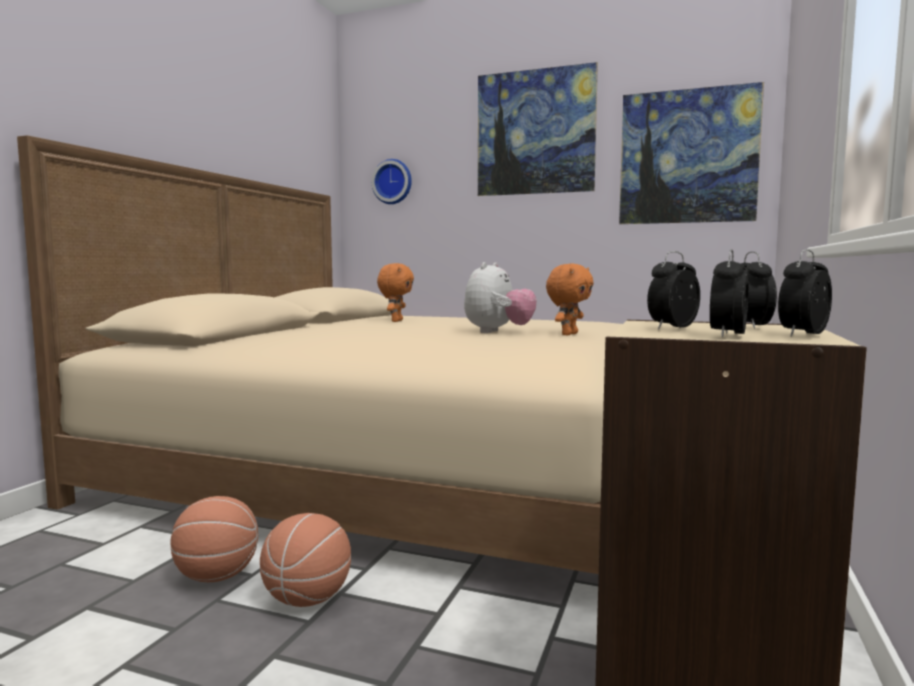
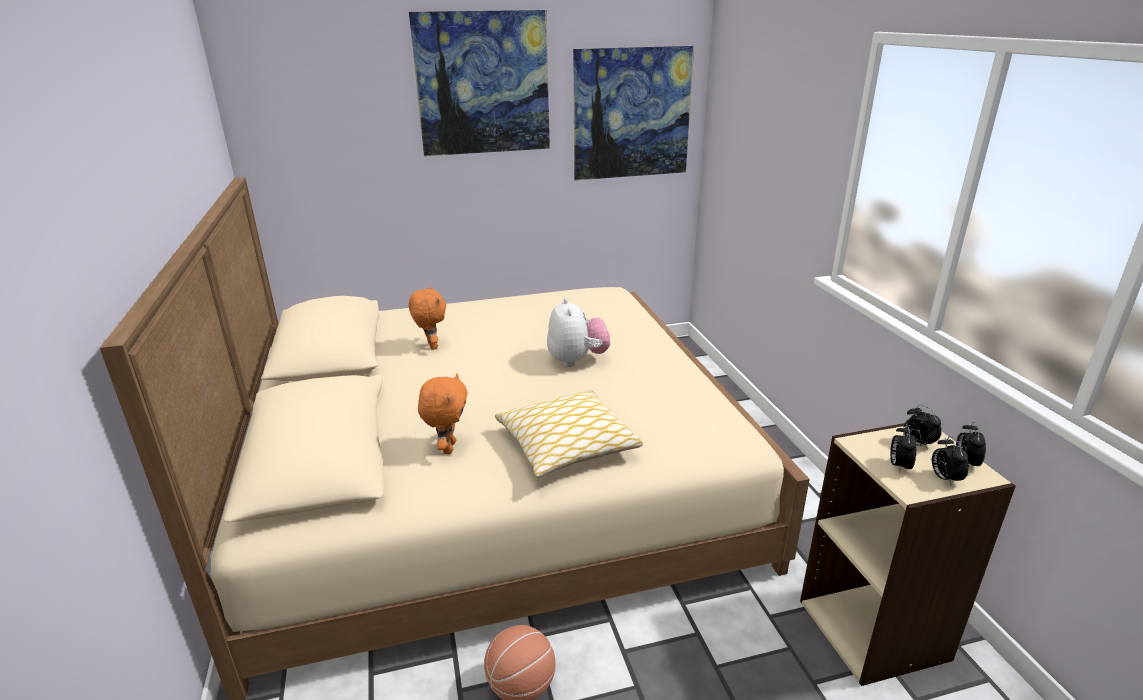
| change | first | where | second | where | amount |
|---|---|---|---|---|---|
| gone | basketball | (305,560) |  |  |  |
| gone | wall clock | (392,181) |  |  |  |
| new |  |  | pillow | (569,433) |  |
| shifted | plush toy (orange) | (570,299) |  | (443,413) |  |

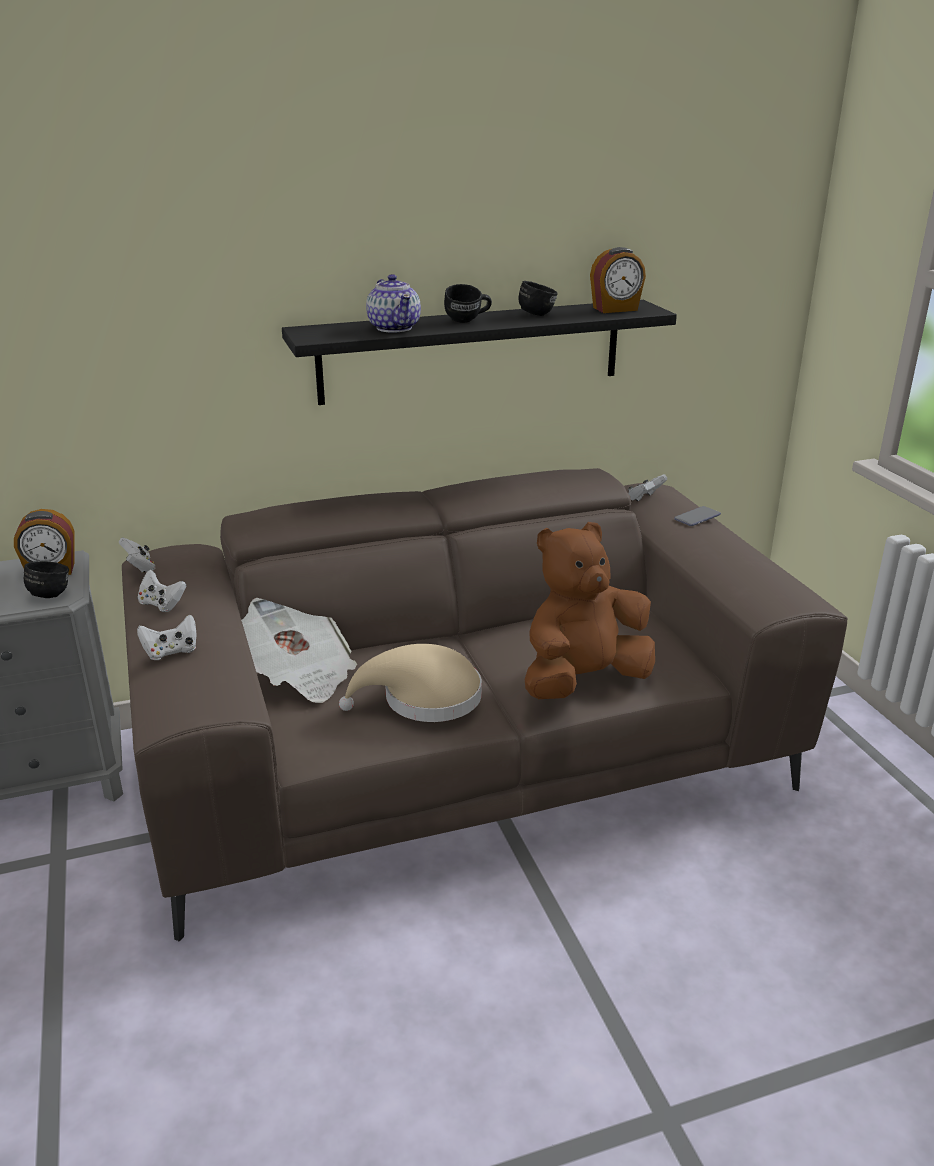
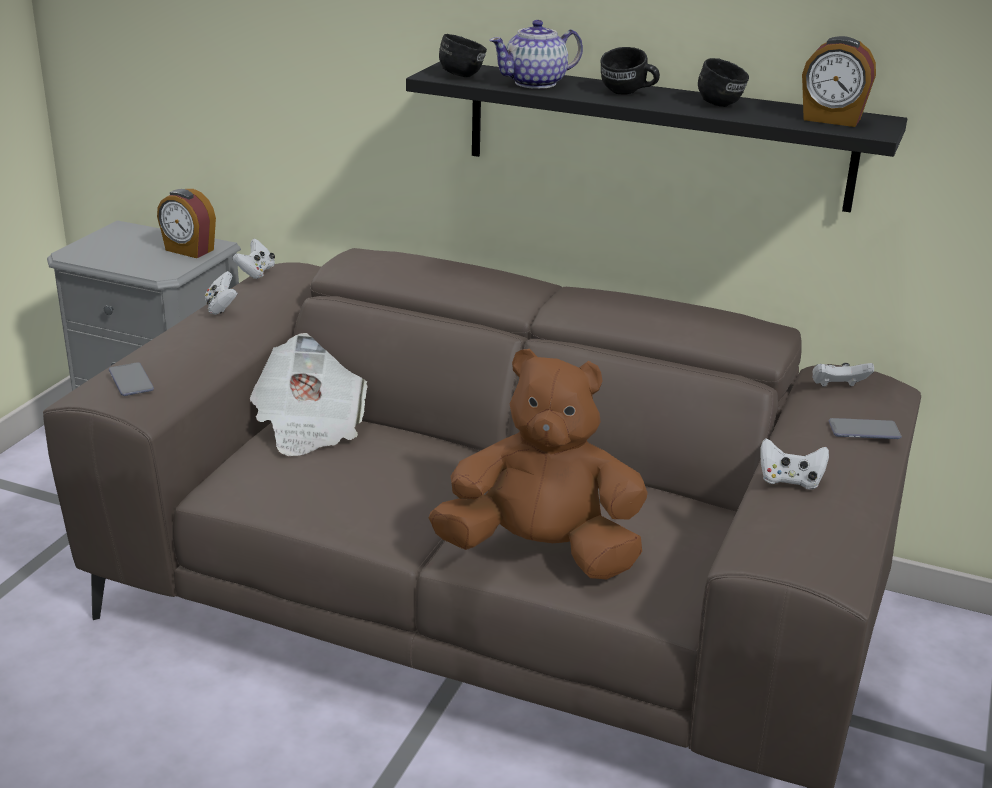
| change | first | where | second | where | amount |
|---|---|---|---|---|---|
| gone | hat (beige) | (410,683) |  |  |  |
| new |  |  | phone | (131,379) |  |
| shifted | mug (black) | (46,579) |  | (463,55) |  |
| shifted | game controller (white) | (167,637) |  | (795,464) |  |
| rotated | teapot | (393,303) |  | (536,54) | 45 degrees clockwise |

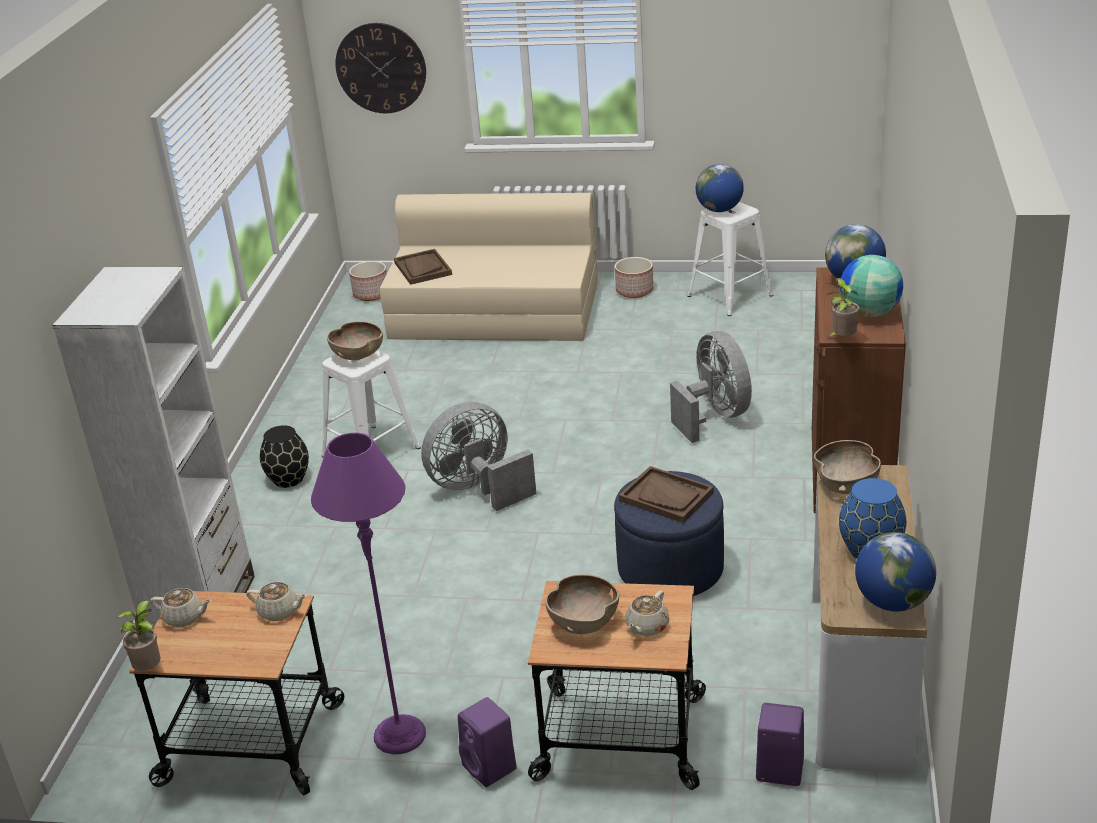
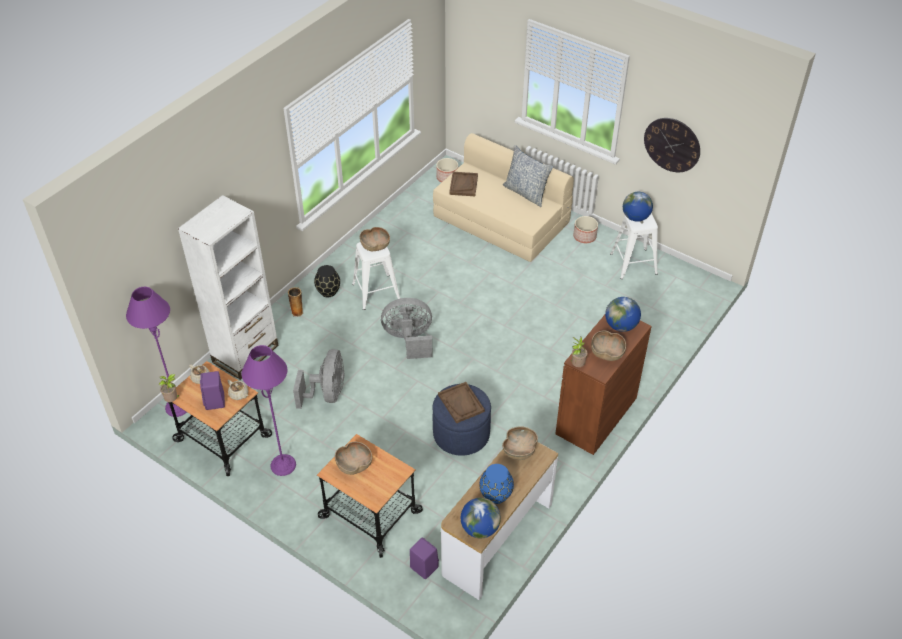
| change | first | where | second | where | amount |
|---|---|---|---|---|---|
| gone | teapot (beige) | (647,613) |  |  |  |
| new |  |  | floor lamp (purple) | (156,352) |  |
| new |  |  | vase | (295,302) |  |
| new |  |  | pillow | (528,176) |  |
| shifted | wall clock | (380,68) |  | (672,145) |  |
| shifted | speaker (purple) | (487,742) |  | (212,390) |  |
| shifted | fan (grey) | (711,387) |  | (318,379) |  |
| swapped | globe | (871,286) | bowl (brown) | (608,345) |  |

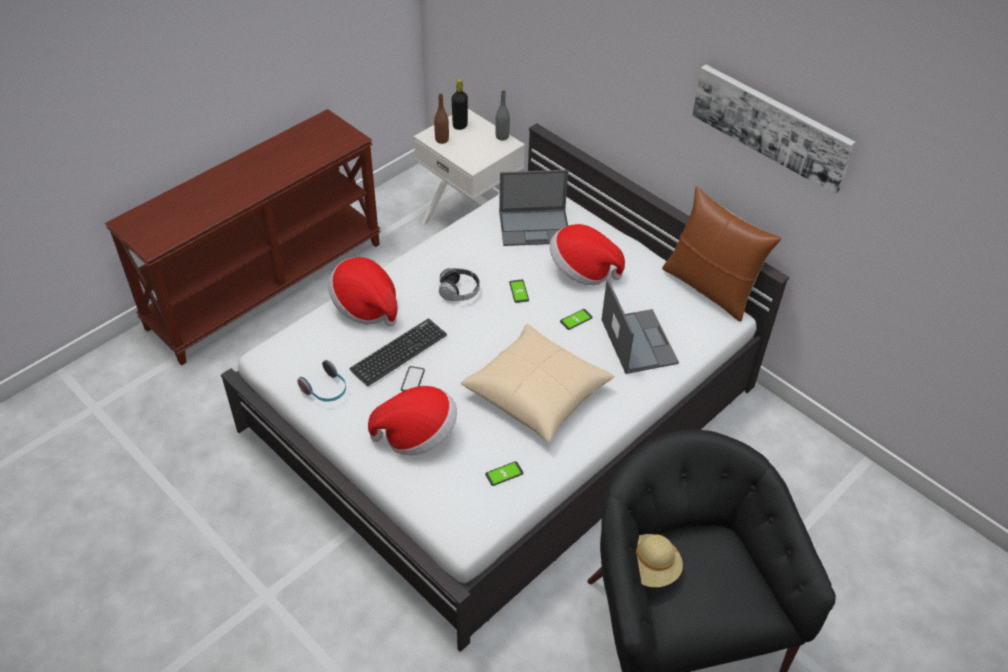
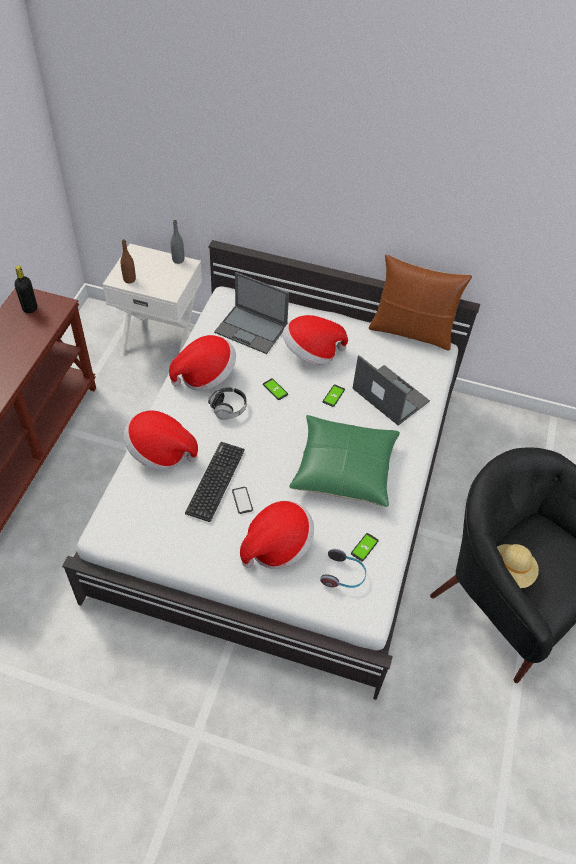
| change | first | where | second | where | amount |
|---|---|---|---|---|---|
| gone | picture | (773,129) |  |  |  |
| new |  |  | hat | (202,363) |  |
| shifted | headphones | (321,381) |  | (343,568) |  |
| shifted | bottle (black) | (460,104) |  | (25,289) |  |
| repainted | pillow (beige) | (538,383) | pillow (green) | (344,461) |  |
| rotated | laptop | (533,208) |  | (251,313) | 60 degrees clockwise |

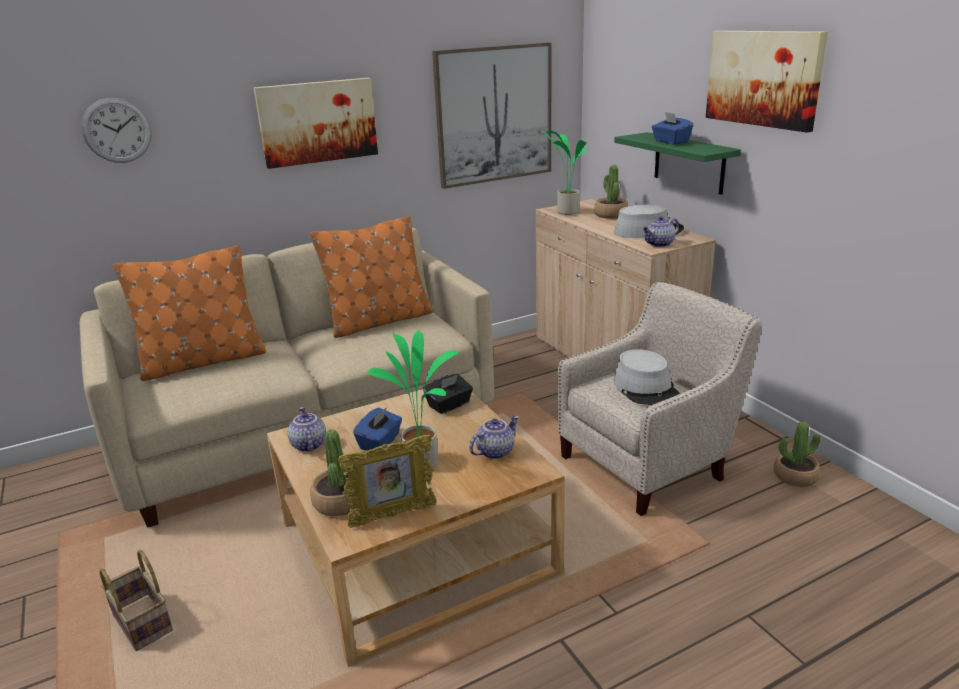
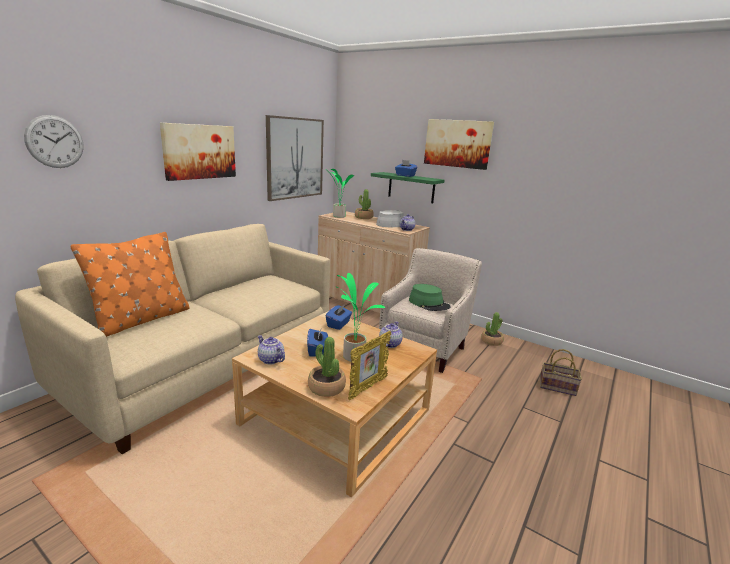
| change | first | where | second | where | amount |
|---|---|---|---|---|---|
| gone | pillow (orange) | (371,277) |  |  |  |
| shifted | basket | (136,600) |  | (561,372) |  |
| repainted | tissue box (black) | (448,394) | tissue box (blue) | (339,317) |  |
| repainted | hat (grey) | (646,377) | hat (green) | (430,297) |  |

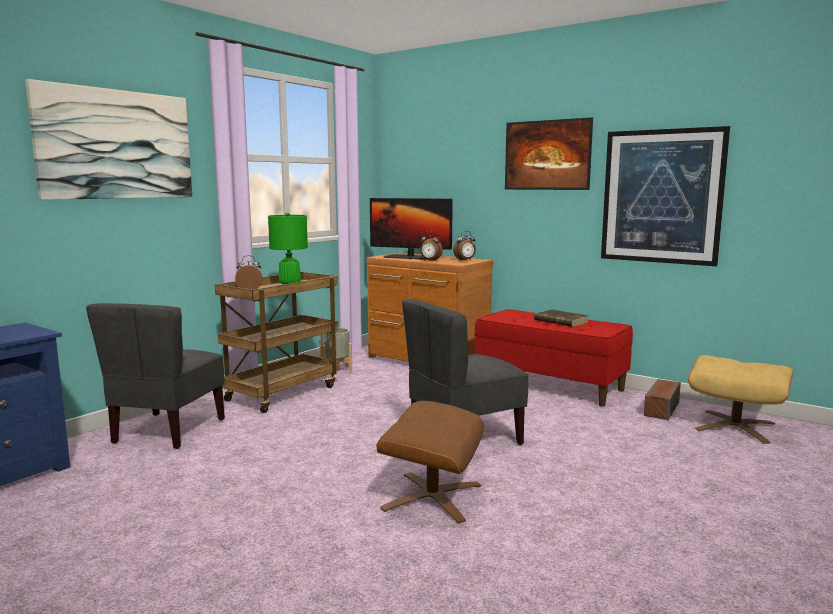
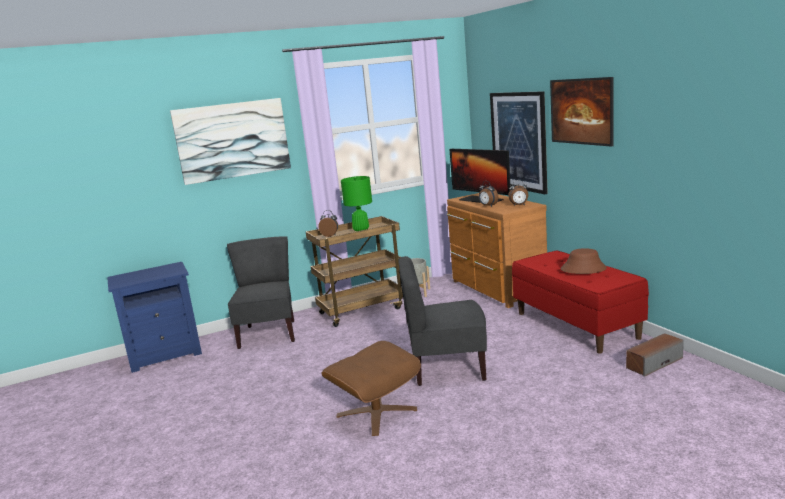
| change | first | where | second | where | amount |
|---|---|---|---|---|---|
| gone | ottoman (beige) | (741,399) |  |  |  |
| shifted | picture | (665,196) |  | (519,142) |  |
| swapped | book (brown) | (561,318) | hat (brown) | (584,261) |  |
| rotated | chair (grey) | (155,376) |  | (261,292) | 135 degrees clockwise |

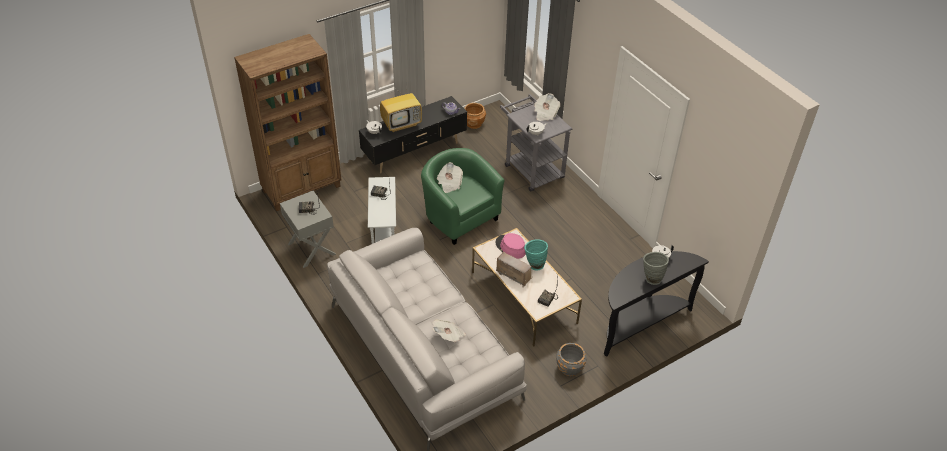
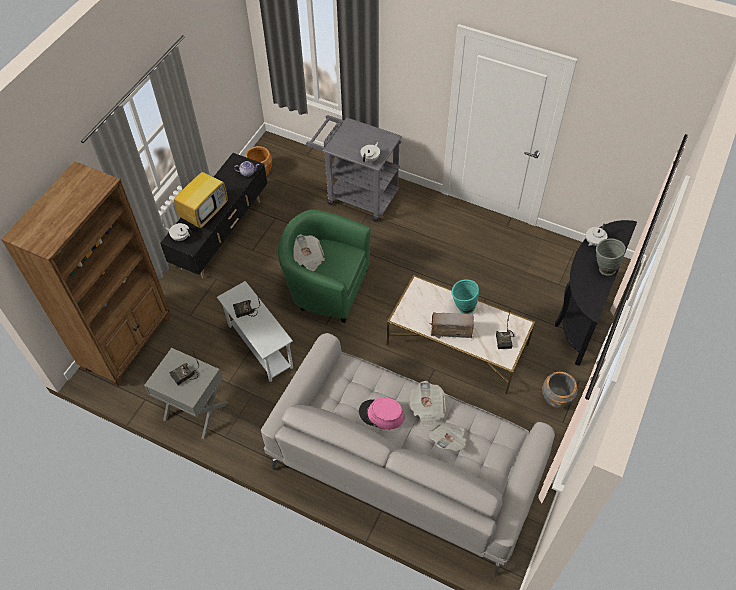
| change | first | where | second | where | amount |
|---|---|---|---|---|---|
| shifted | hat (pink) | (511,246) |  | (382,413) |  |
| shifted | newspaper | (547,107) |  | (427,404) |  |

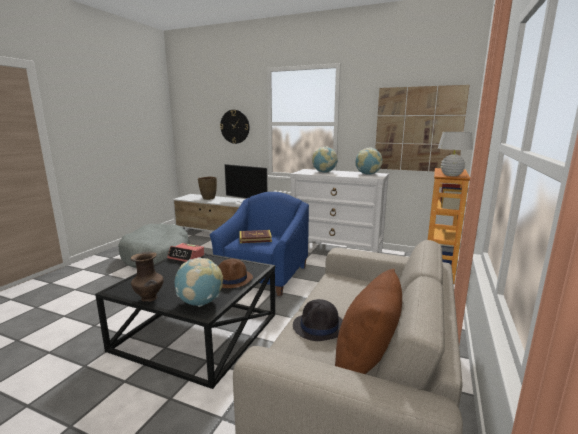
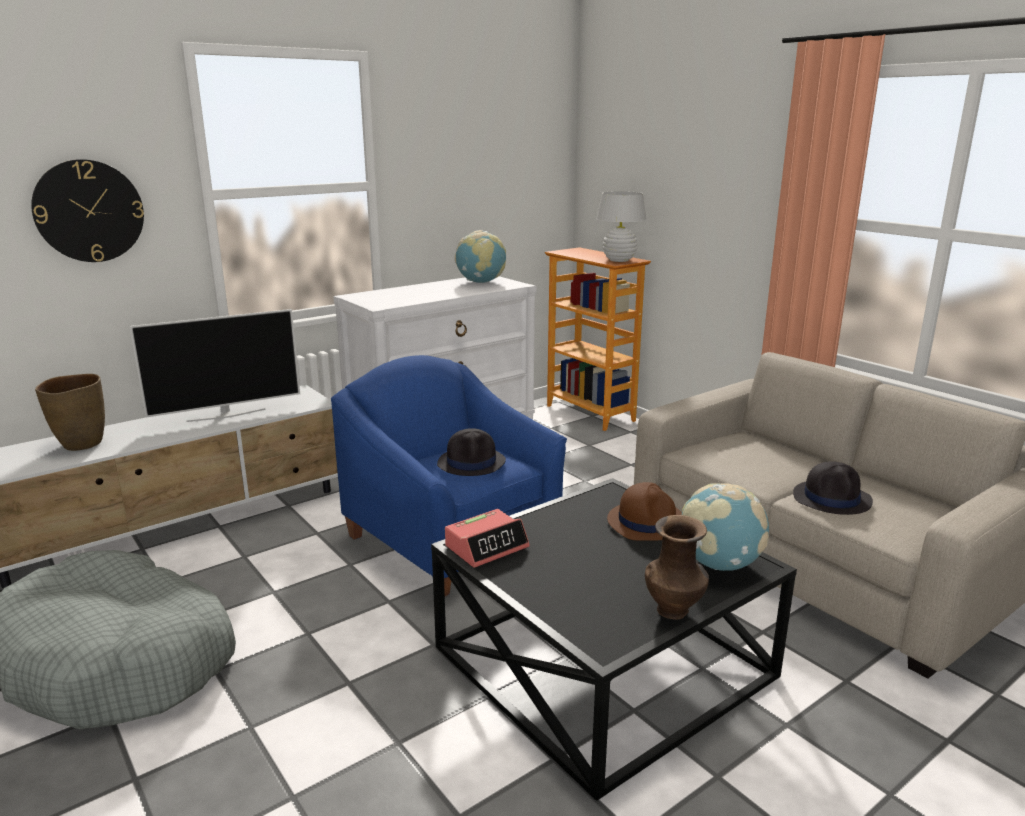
| change | first | where | second | where | amount |
|---|---|---|---|---|---|
| gone | globe | (325,160) |  |  |  |
| gone | pillow (brown) | (368,321) |  |  |  |
| gone | picture | (422,128) |  |  |  |
| swapped | book | (255,236) | hat (black) | (471,452) |  |

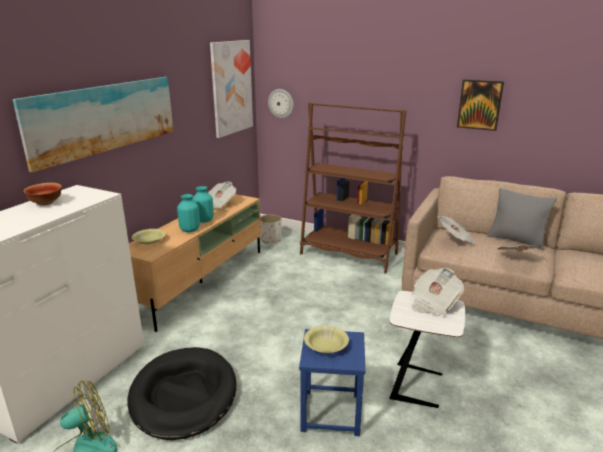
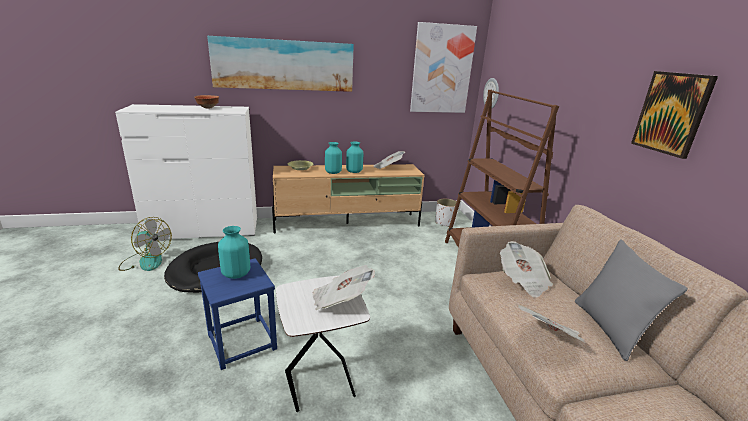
| change | first | where | second | where | amount |
|---|---|---|---|---|---|
| swapped | bowl (yellow) | (326,340) | vase (turquoise) | (234,252) |  |

